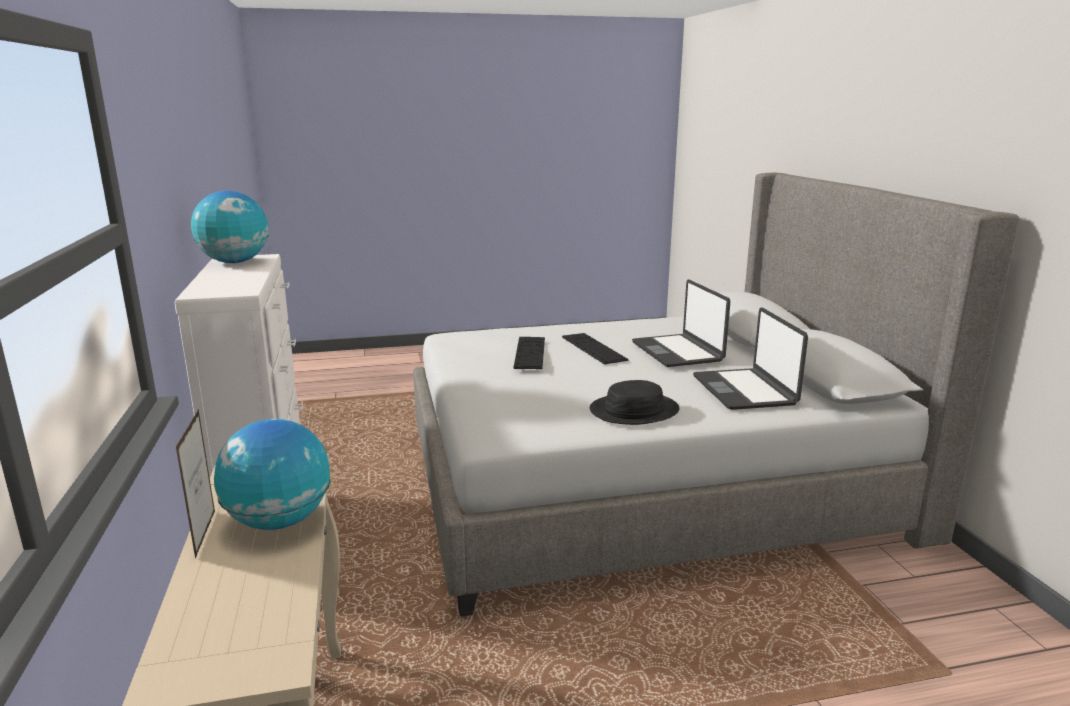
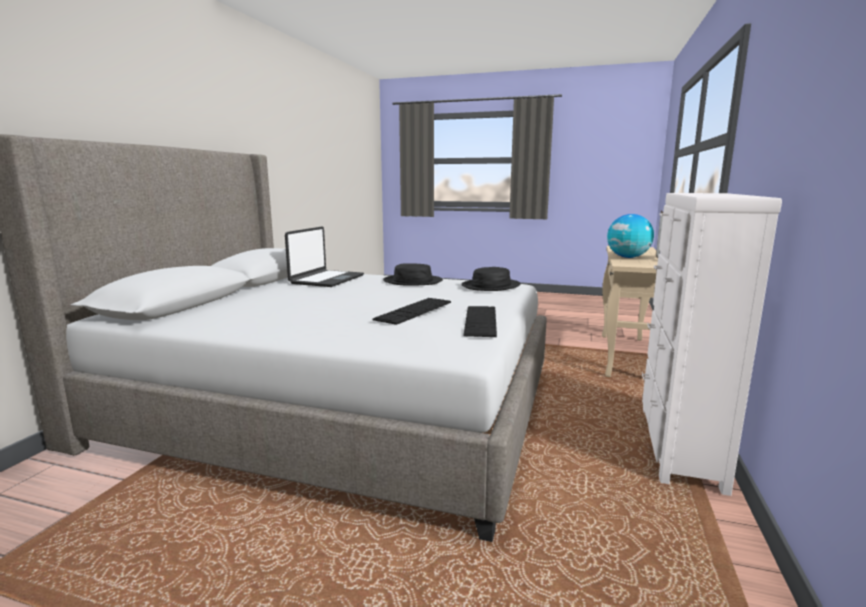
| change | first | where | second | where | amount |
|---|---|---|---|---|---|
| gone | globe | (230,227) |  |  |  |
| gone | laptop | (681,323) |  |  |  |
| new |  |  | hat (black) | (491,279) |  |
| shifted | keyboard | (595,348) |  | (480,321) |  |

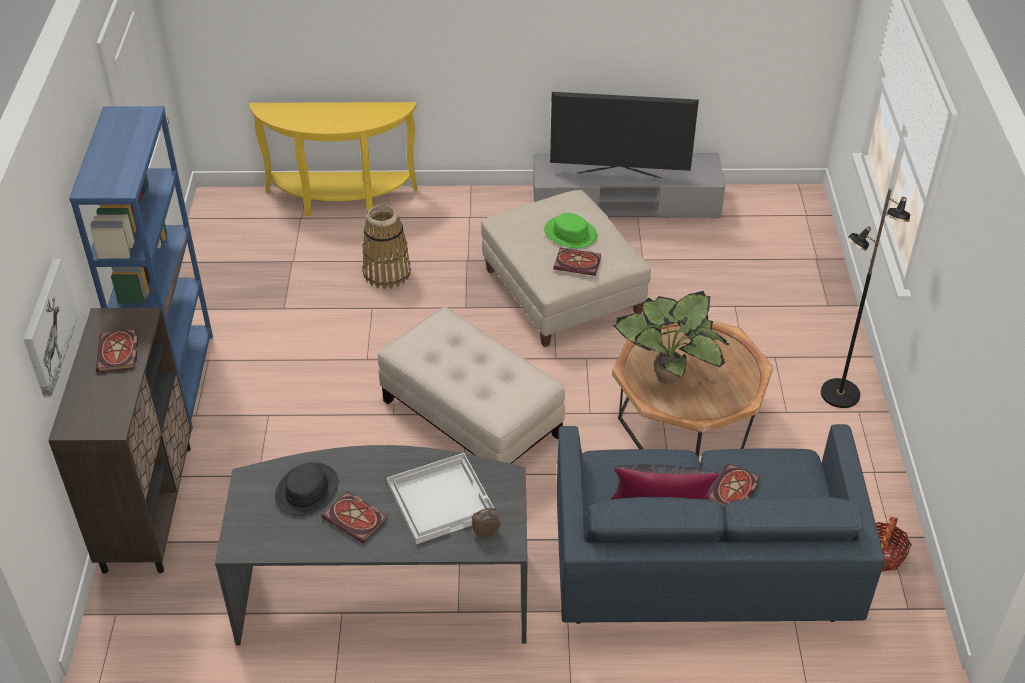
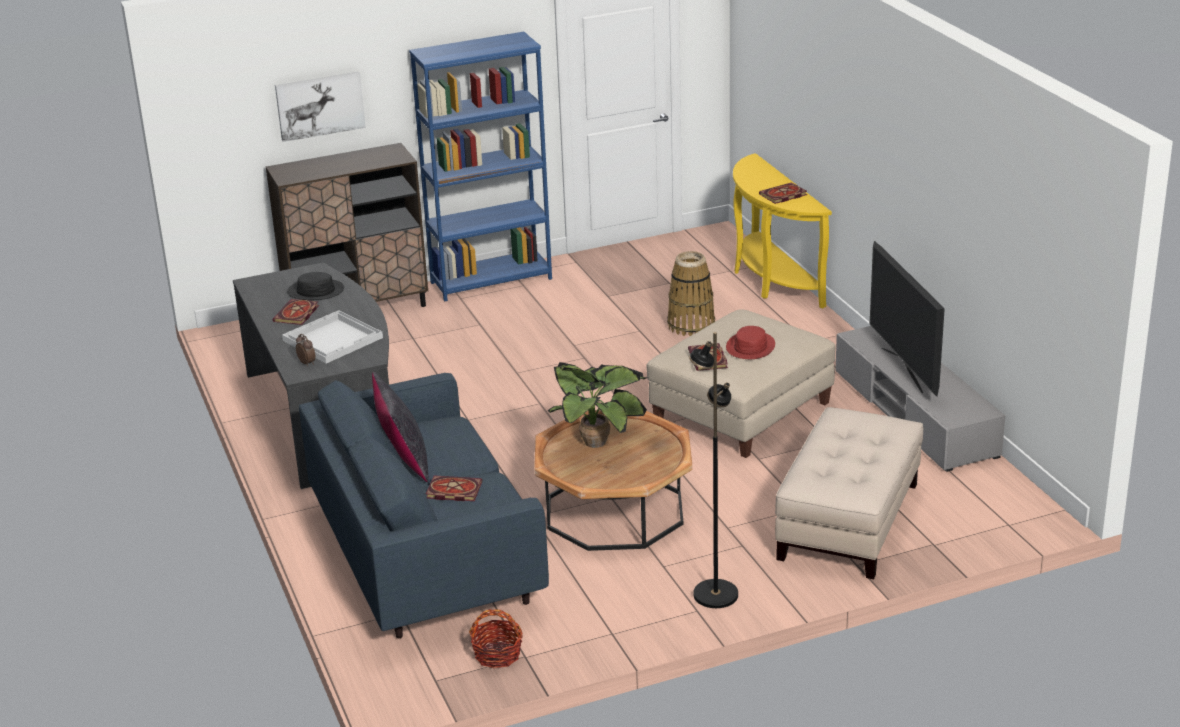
| change | first | where | second | where | amount |
|---|---|---|---|---|---|
| shifted | book | (117,350) |  | (783,193) |  |
| shifted | ottoman (beige) | (471,385) |  | (849,493) |  |
| repainted | hat (green) | (570,230) | hat (red) | (750,342) |  |

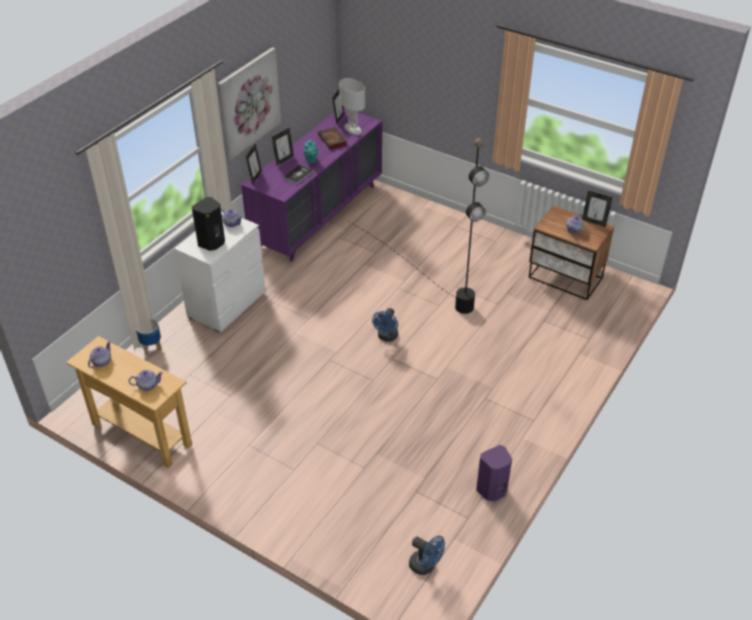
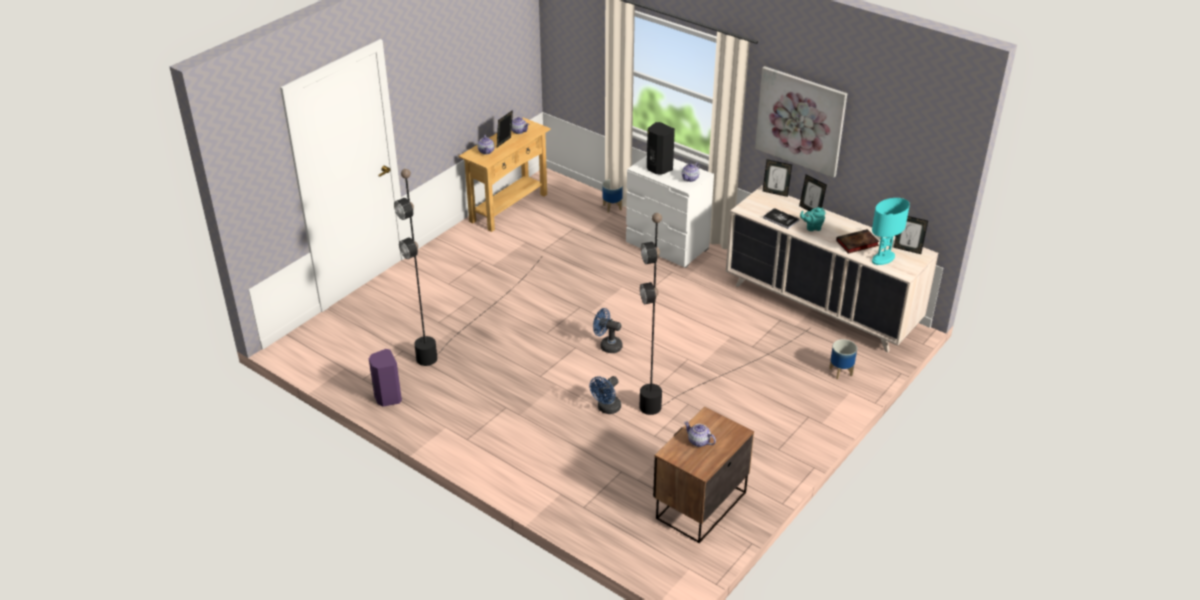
| change | first | where | second | where | amount |
|---|---|---|---|---|---|
| new |  |  | floor lamp (black) | (467,267) |  |
| new |  |  | planter | (843,359) |  |
| shifted | fan (blue) | (427,555) |  | (605,395) |  |
| shifted | picture frame | (597,209) |  | (505,128) |  |
| repainted | dresser (purple) | (311,185) | dresser (beige) | (832,268) |  |
| repainted | table lamp (white) | (352,106) | table lamp (turquoise) | (891,231) |  |

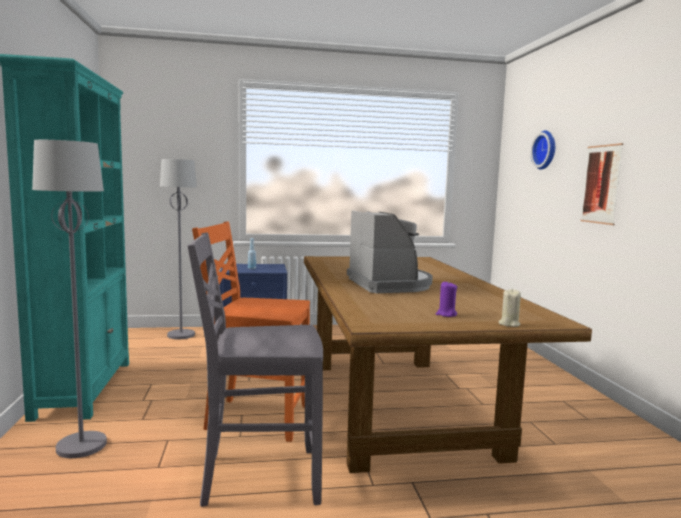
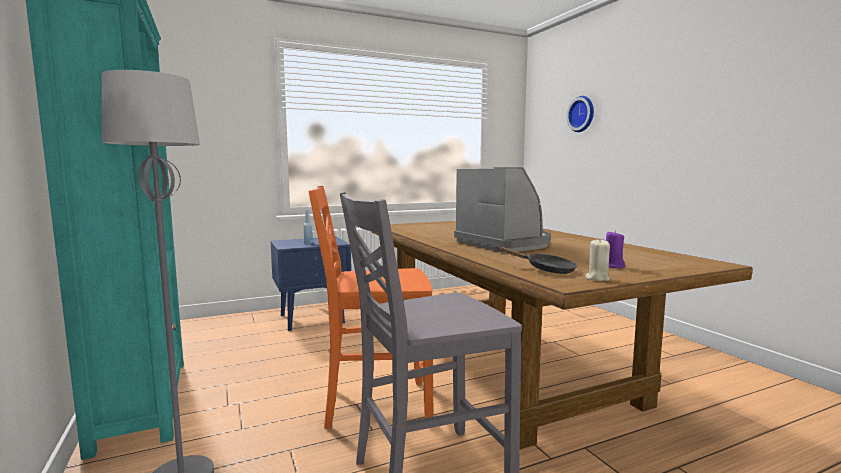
| change | first | where | second | where | amount |
|---|---|---|---|---|---|
| gone | floor lamp (grey) | (178,249) |  |  |  |
| gone | picture | (601,184) |  |  |  |
| new |  |  | frying pan (black) | (537,260) |  |
| shifted | candle (beige) | (510,308) |  | (598,260) |  |

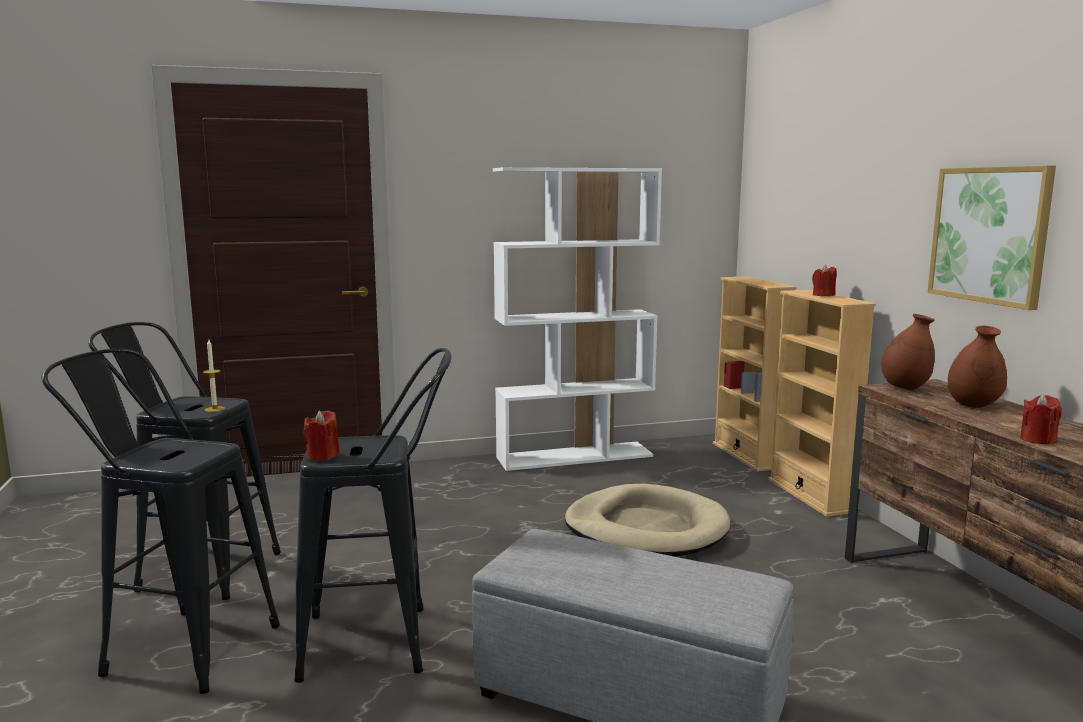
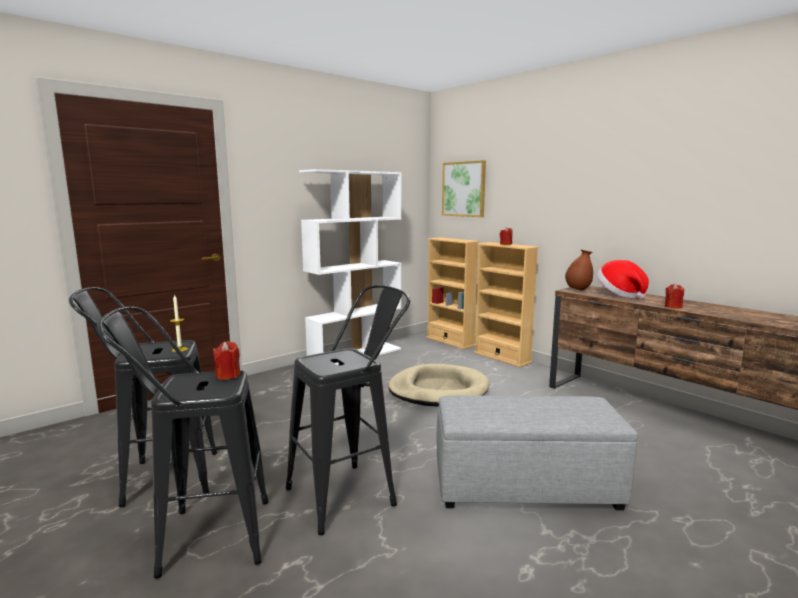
| change | first | where | second | where | amount |
|---|---|---|---|---|---|
| shifted | candle (red) | (321,435) |  | (227,360) |  |
| shifted | picture | (991,237) |  | (464,188) |  |
| swapped | vase (brown) | (977,367) | hat | (623,279) |  |

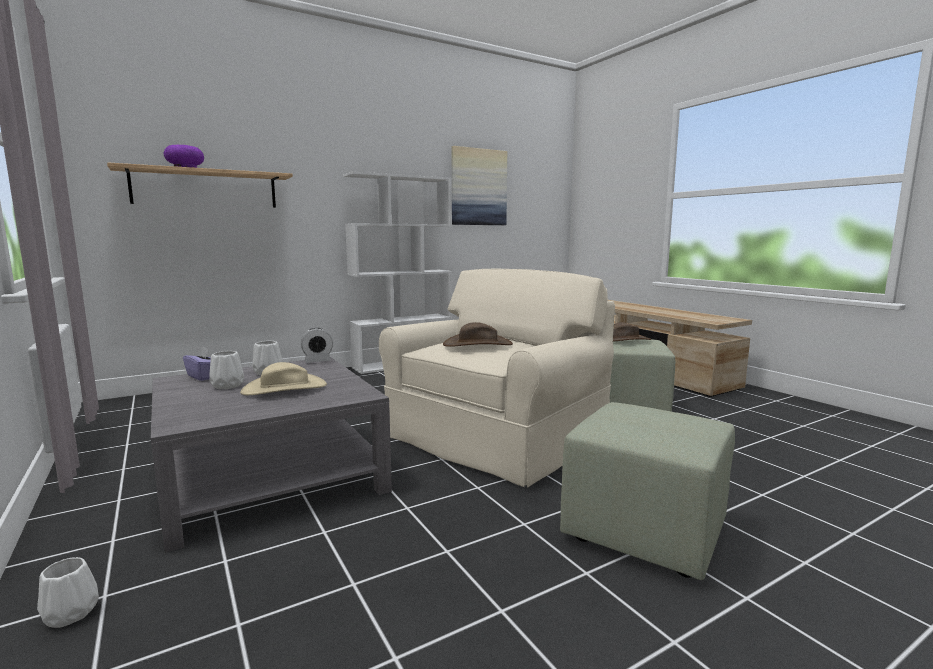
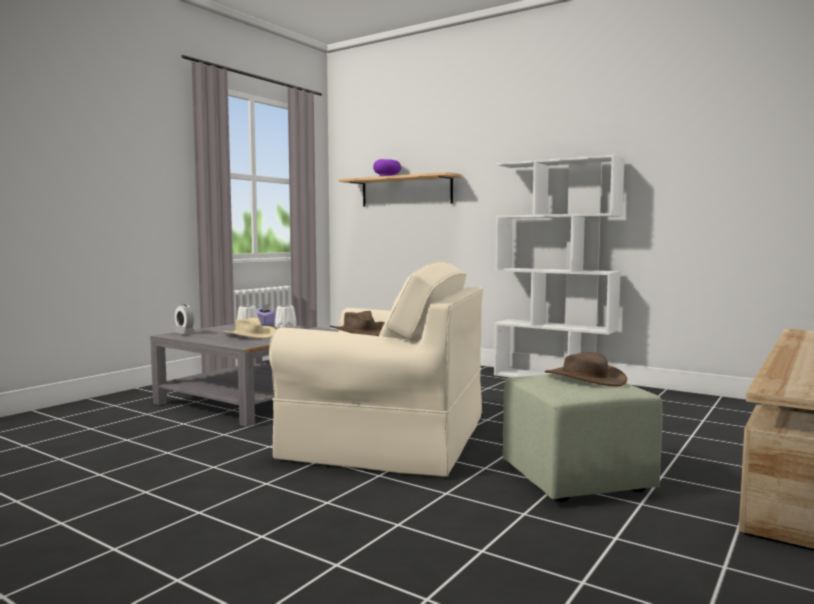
| change | first | where | second | where | amount |
|---|---|---|---|---|---|
| gone | vase (white) | (68,592) |  |  |  |
| gone | picture | (479,185) |  |  |  |
| gone | ottoman (green) | (647,491) |  |  |  |
| shifted | alarm clock | (317,345) |  | (185,319) |  |

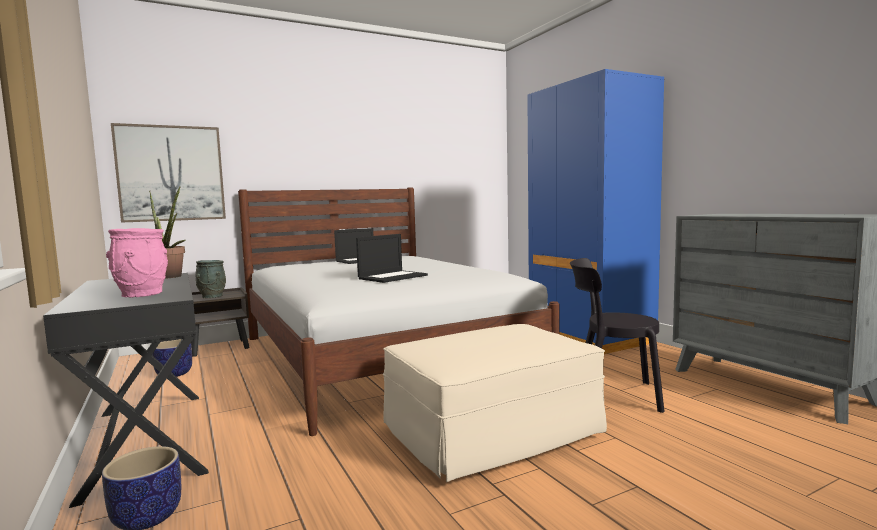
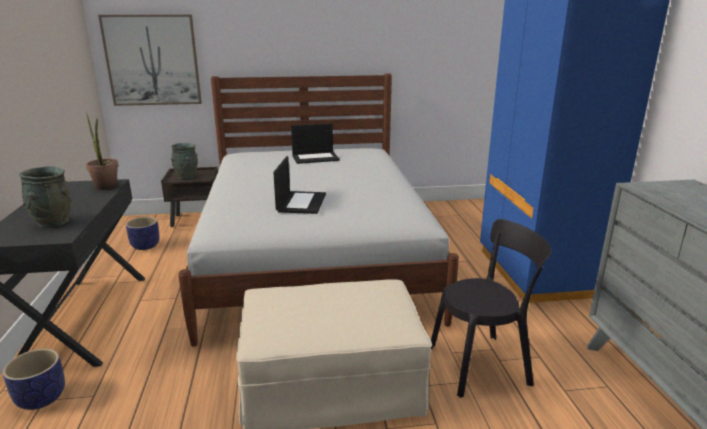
| change | first | where | second | where | amount |
|---|---|---|---|---|---|
| repainted | vase (pink) | (137,263) | vase (grey) | (45,197) |  |
| rotated | laptop | (392,258) |  | (299,185) | 60 degrees counterclockwise |
| rotated | chair (black) | (617,335) |  | (491,308) | 135 degrees clockwise |

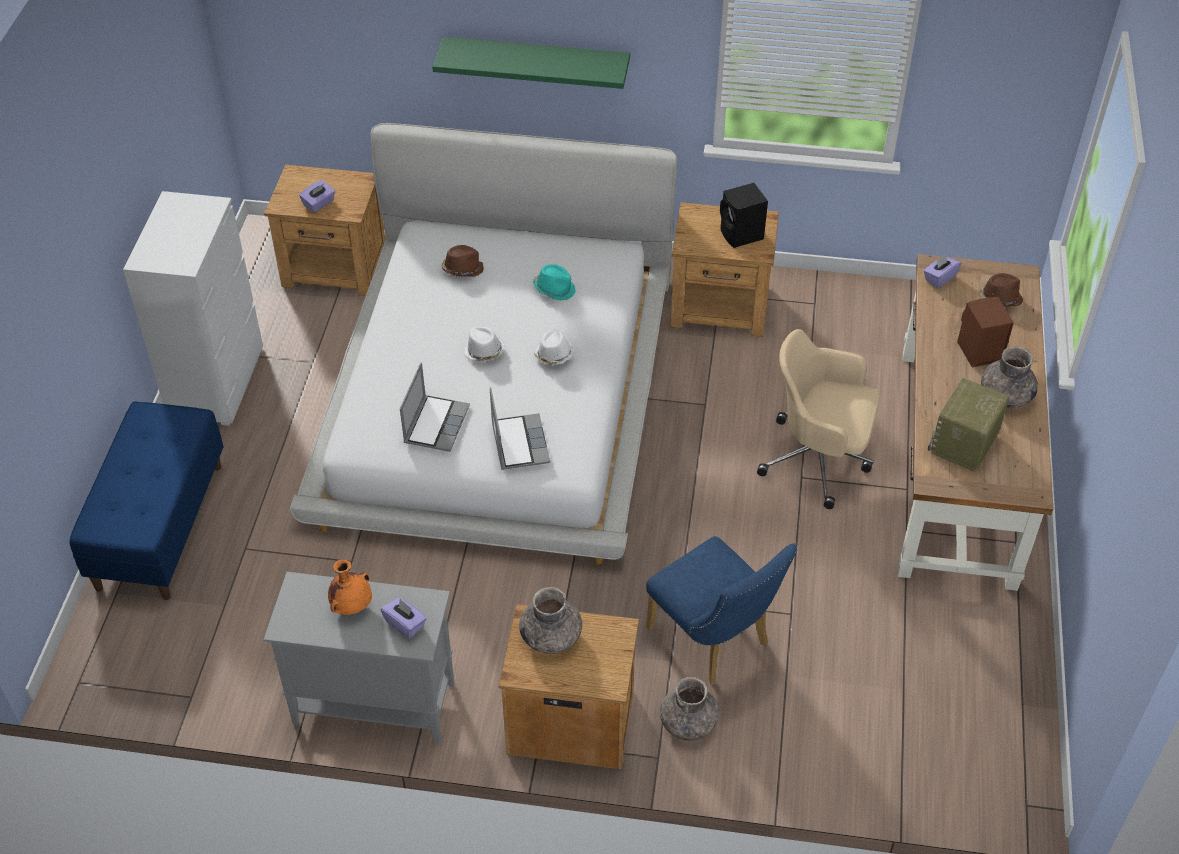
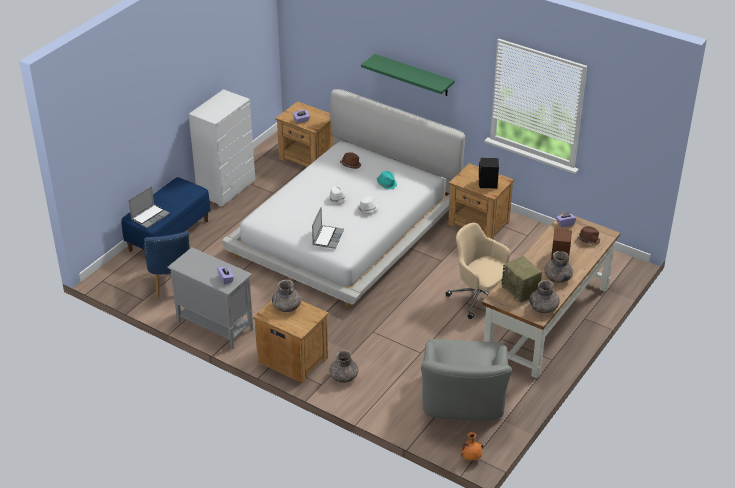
| change | first | where | second | where | amount |
|---|---|---|---|---|---|
| new |  |  | armchair (grey) | (466,380) |  |
| new |  |  | vase (grey) | (544,296) |  |
| shifted | vase (orange) | (350,587) |  | (471,446) |  |
| shifted | laptop | (435,407) |  | (149,207) |  |
| shifted | chair (blue) | (721,610) |  | (167,265) |  |
| rotated | radio | (968,425) |  | (522,279) | 90 degrees counterclockwise |

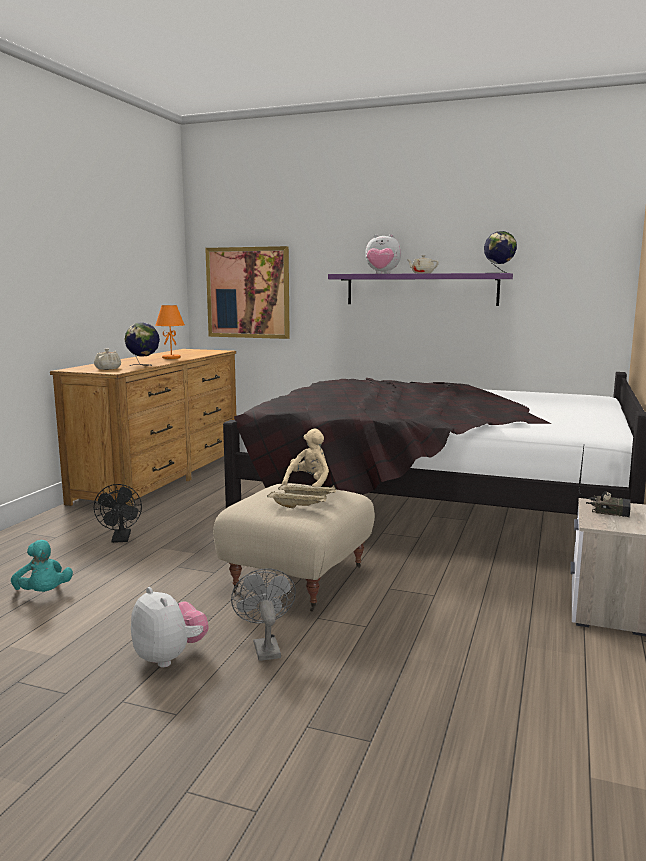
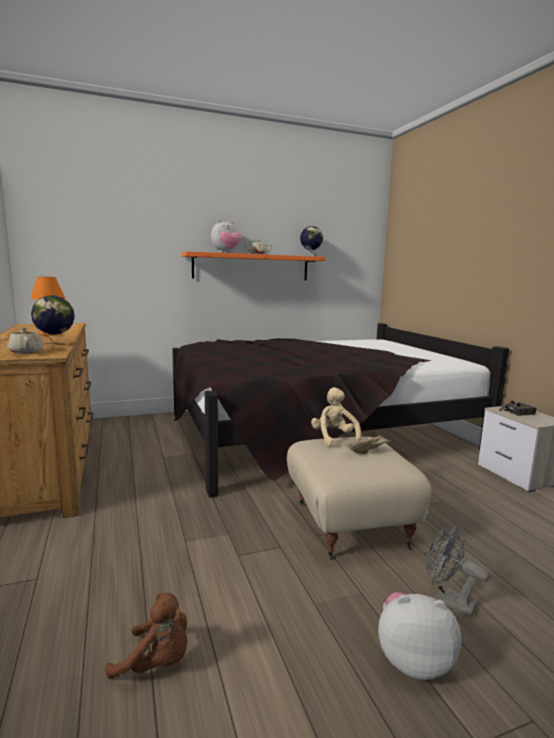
| change | first | where | second | where | amount |
|---|---|---|---|---|---|
| gone | fan (black) | (118,513) |  |  |  |
| gone | picture | (247,292) |  |  |  |
| gone | tray (beige) | (297,499) |  |  |  |
| repainted | plush toy (turquoise) | (42,566) | plush toy (brown) | (146,636) |  |
| repainted | shelf (purple) | (420,289) | shelf (orange) | (254,266) |  |

